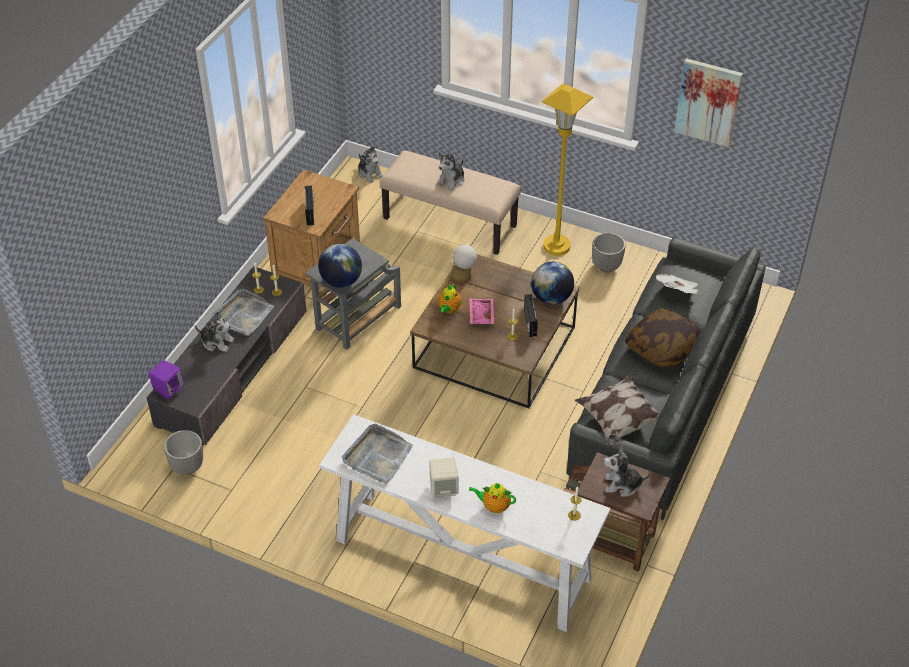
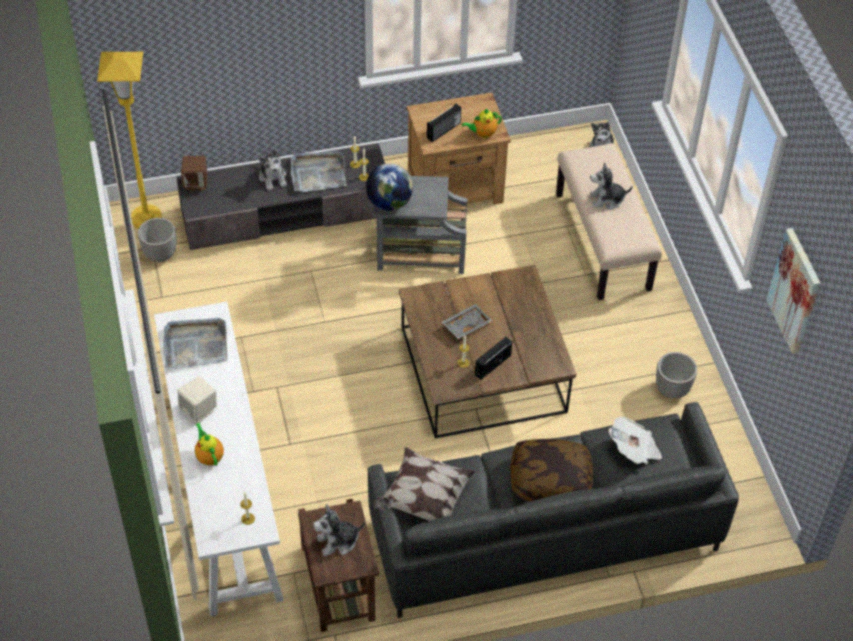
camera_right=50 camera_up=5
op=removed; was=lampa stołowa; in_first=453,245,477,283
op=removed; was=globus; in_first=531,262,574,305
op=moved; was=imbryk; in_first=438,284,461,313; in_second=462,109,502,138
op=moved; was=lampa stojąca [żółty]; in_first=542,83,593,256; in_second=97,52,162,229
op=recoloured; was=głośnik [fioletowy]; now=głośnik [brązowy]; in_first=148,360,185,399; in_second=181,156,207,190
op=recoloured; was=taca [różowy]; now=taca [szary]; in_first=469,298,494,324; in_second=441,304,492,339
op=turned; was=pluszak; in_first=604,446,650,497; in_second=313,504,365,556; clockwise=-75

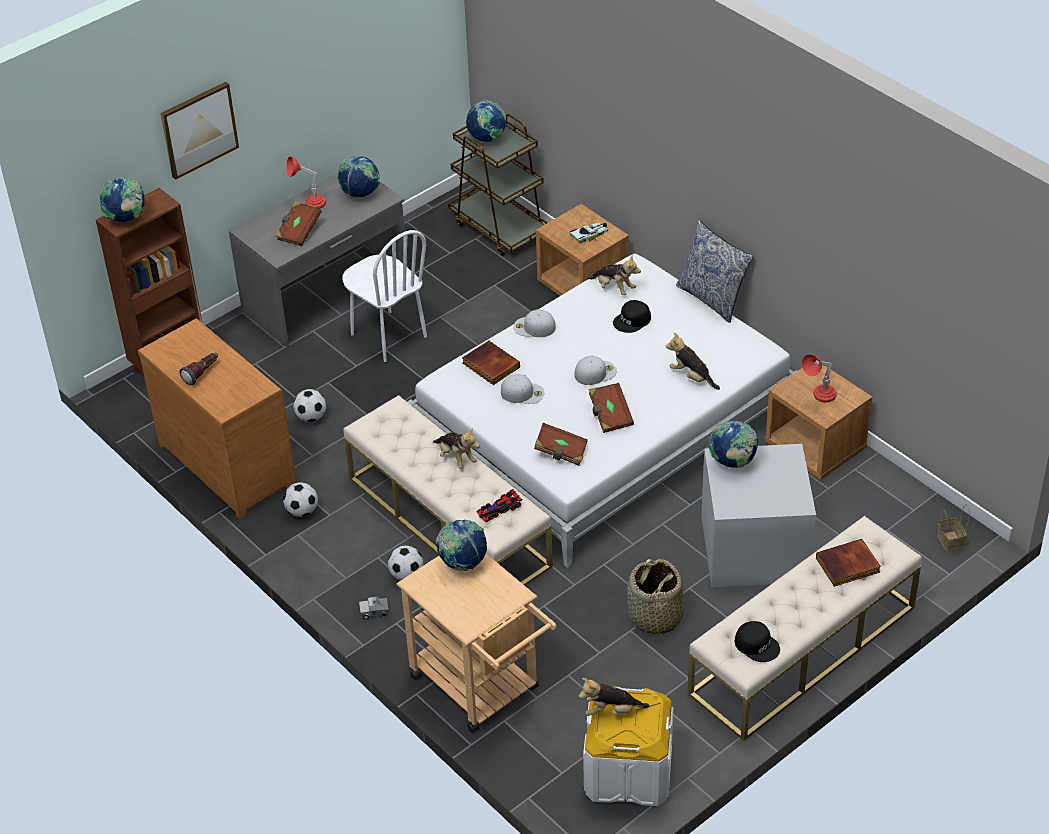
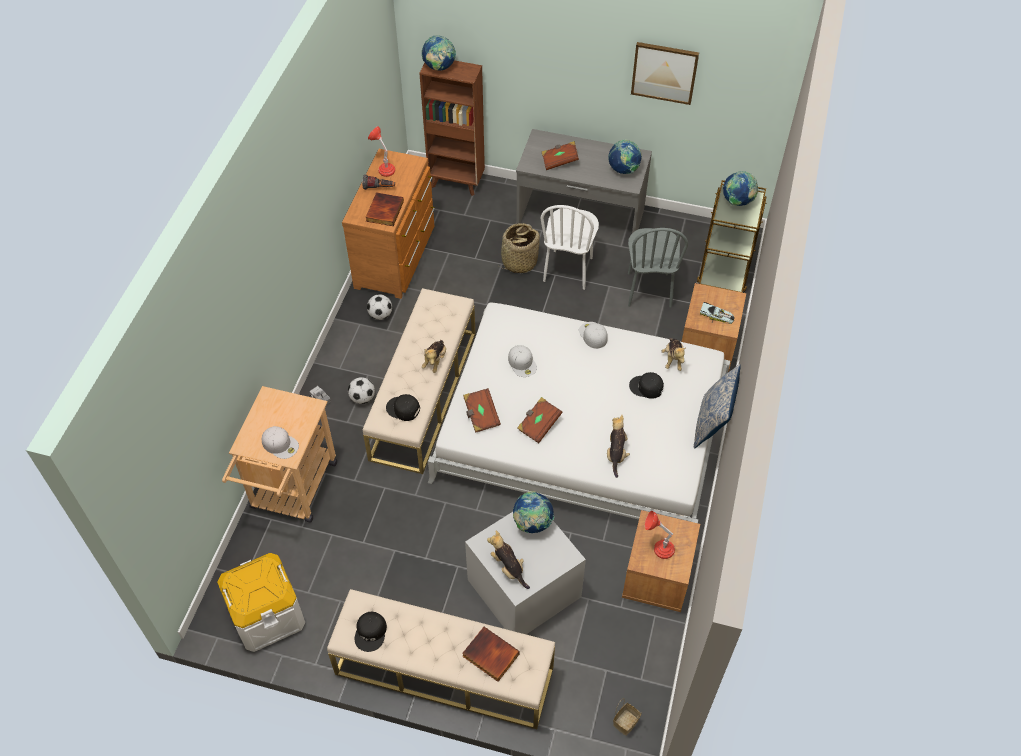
camera_right=55 camera_up=10
op=removed; was=piłka futbolowa; in_first=293,389,326,422
op=removed; was=globus; in_first=436,520,487,571
op=added; now=krzesło [szary]; in_second=628,228,688,308
op=moved; was=obraz; in_first=160,82,239,180; in_second=631,42,699,105
op=moved; was=lampa stołowa [czerwony]; in_first=286,156,326,209; in_second=368,126,395,177
op=moved; was=książka; in_first=462,341,520,385; in_second=365,192,404,226
op=moved; was=czapka z daszkiem [biały]; in_first=574,356,617,385; in_second=262,426,299,459
op=moved; was=pluszak; in_first=579,678,649,716; in_second=487,531,530,589
op=moved; was=koszyk; in_first=627,559,684,636; in_second=499,223,540,273
op=replaced; was=samochodzik; now=czapka z daszkiem [czarny]; in_first=477,489,522,522; in_second=386,394,420,421

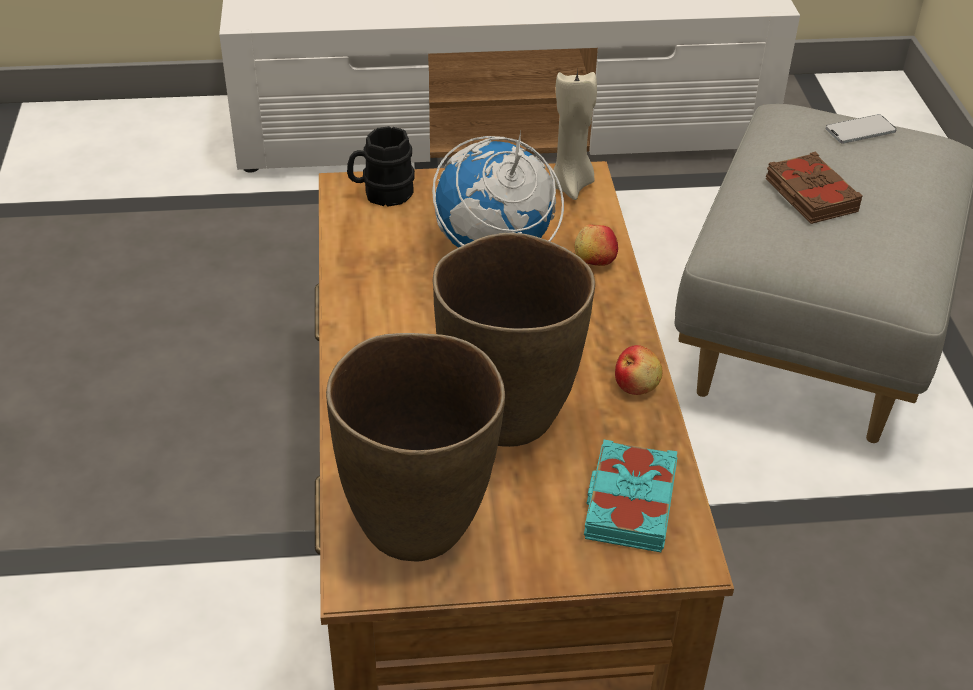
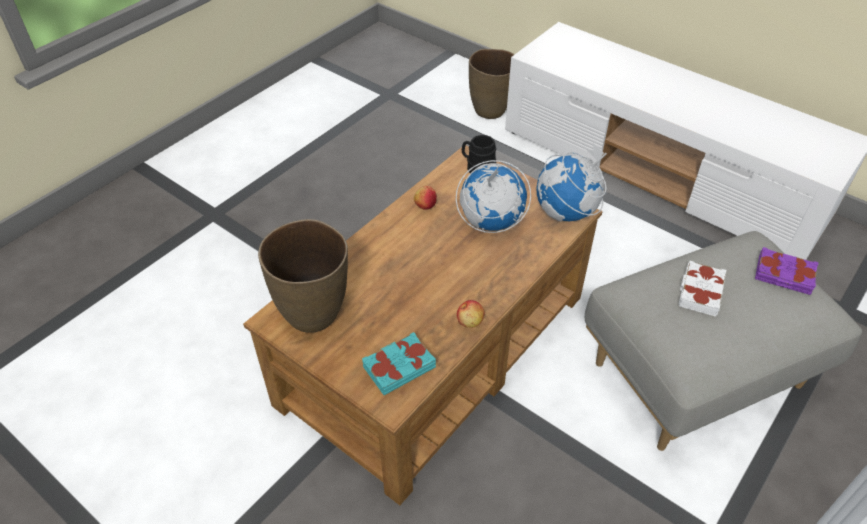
camera_right=45 camera_up=5
op=moved; was=wazon [brązowy]; in_first=433,233,595,447; in_second=469,49,514,119
op=moved; was=jabłko; in_first=575,225,618,266; in_second=414,186,437,210
op=replaced; was=świeca [beżowy]; now=globus; in_first=550,69,597,200; in_second=536,143,607,221
op=replaced; was=telefon; now=książka [fioletowy]; in_first=826,114,897,144; in_second=755,247,819,295
op=recoloured; was=książka [brązowy]; now=książka [biały]; in_first=766,152,863,224; in_second=679,261,726,317

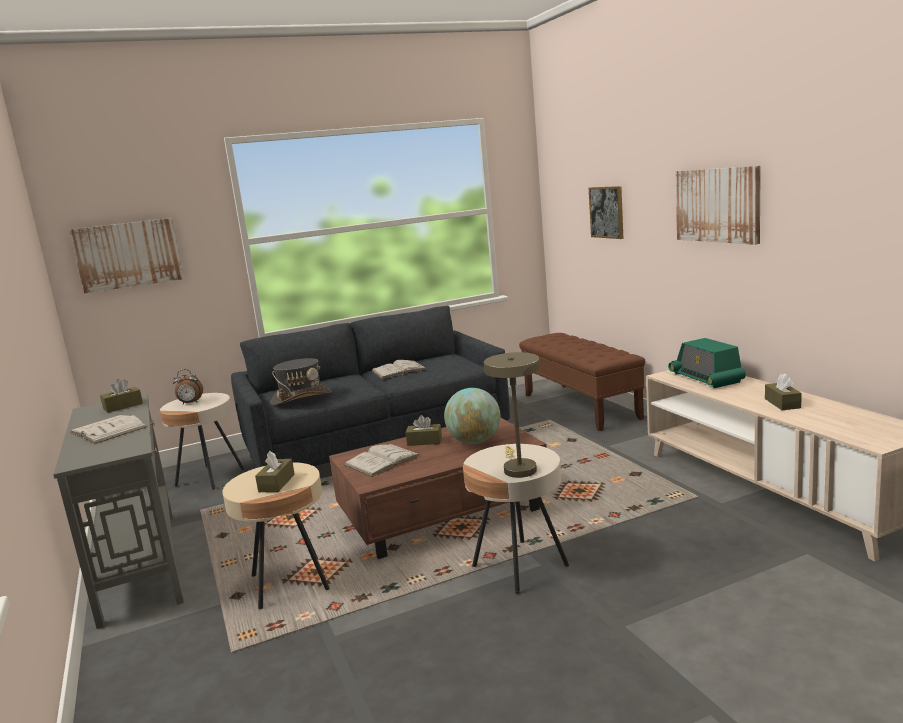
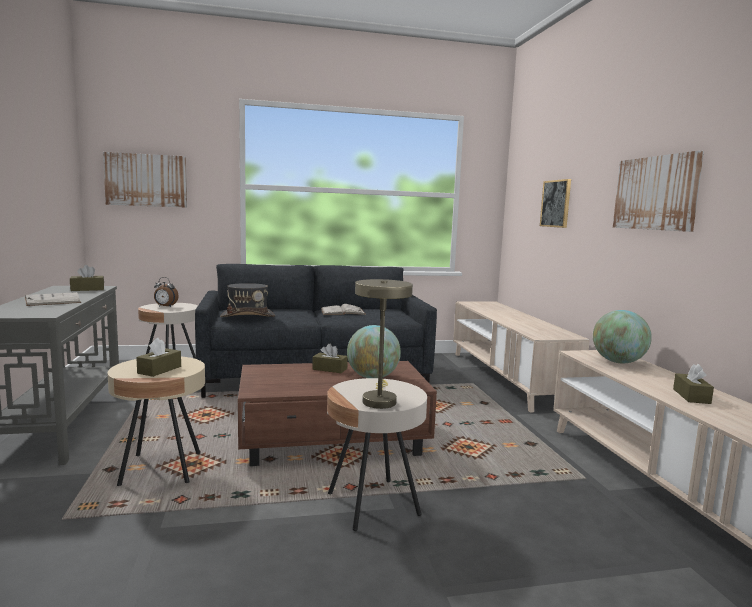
camera_right=10 camera_up=-5
op=removed; was=książka [biały]; in_first=344,444,421,477
op=replaced; was=ławka [brązowy]; now=szafka pod telewizor [beżowy]; in_first=519,333,645,431; in_second=453,301,590,413
op=replaced; was=radio; now=globus; in_first=668,338,746,388; in_second=593,310,652,364

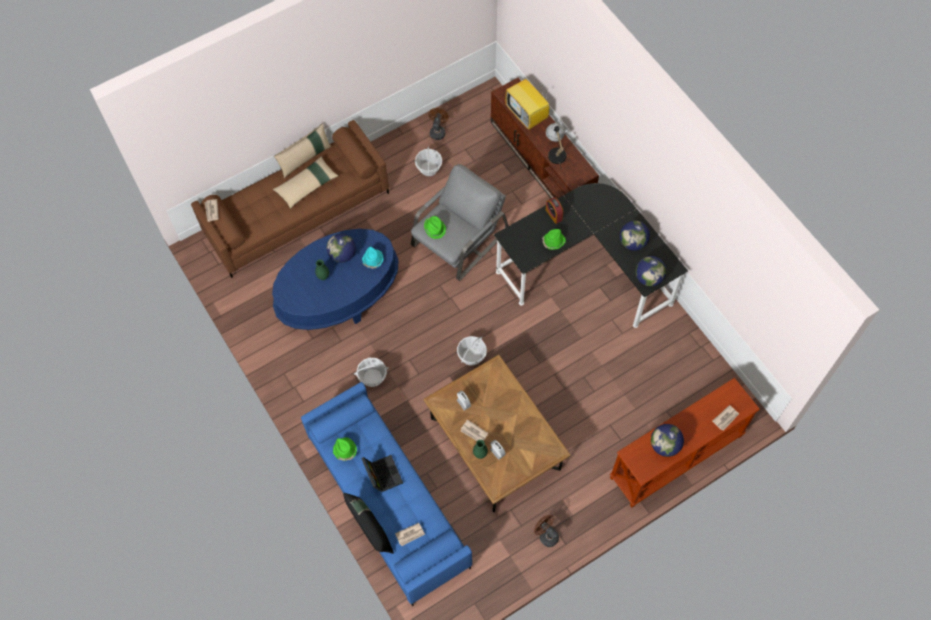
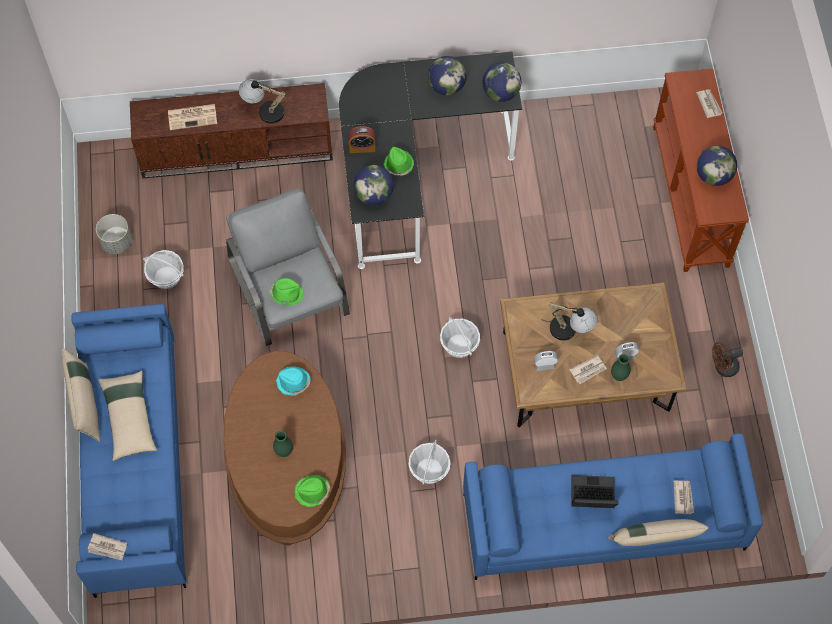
camera_right=-65 camera_up=0
op=added; now=lampa stołowa; in_second=541,302,598,340
op=moved; was=globus; in_first=327,233,356,263; in_second=354,165,394,205
op=moved; was=kapelusz [zielony]; in_first=333,438,357,461; in_second=295,475,330,507
op=replaced; was=wentylator [brązowy]; now=donica [szary]; in_first=429,108,449,140; in_second=96,214,132,254
op=replaced; was=telewizor; now=gazeta; in_first=505,79,549,130; in_second=168,104,217,130
op=recoloured; was=kanapa [brązowy]; now=kanapa [niebieski]; in_first=191,120,389,278; in_second=71,304,186,598
op=recoloured; was=ława [niebieski]; now=ława [brązowy]; in_first=272,229,399,330; in_second=224,351,346,546
op=recoloured; was=poduszka [czarny]; now=poduszka [beżowy]; in_first=343,493,394,554; in_second=608,519,708,546

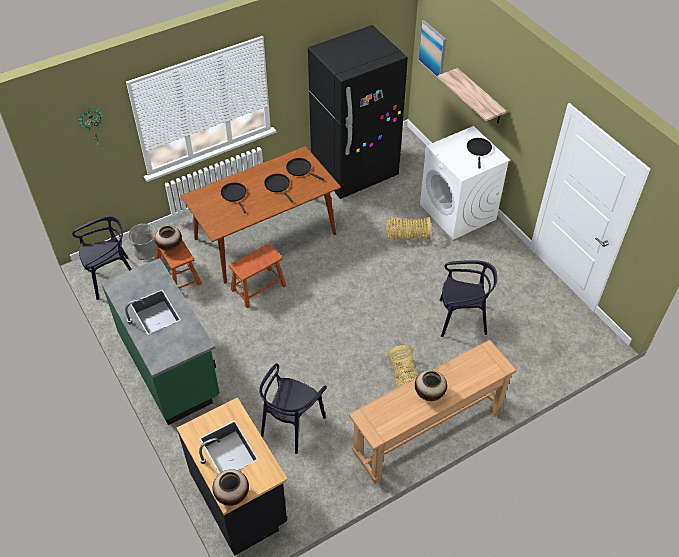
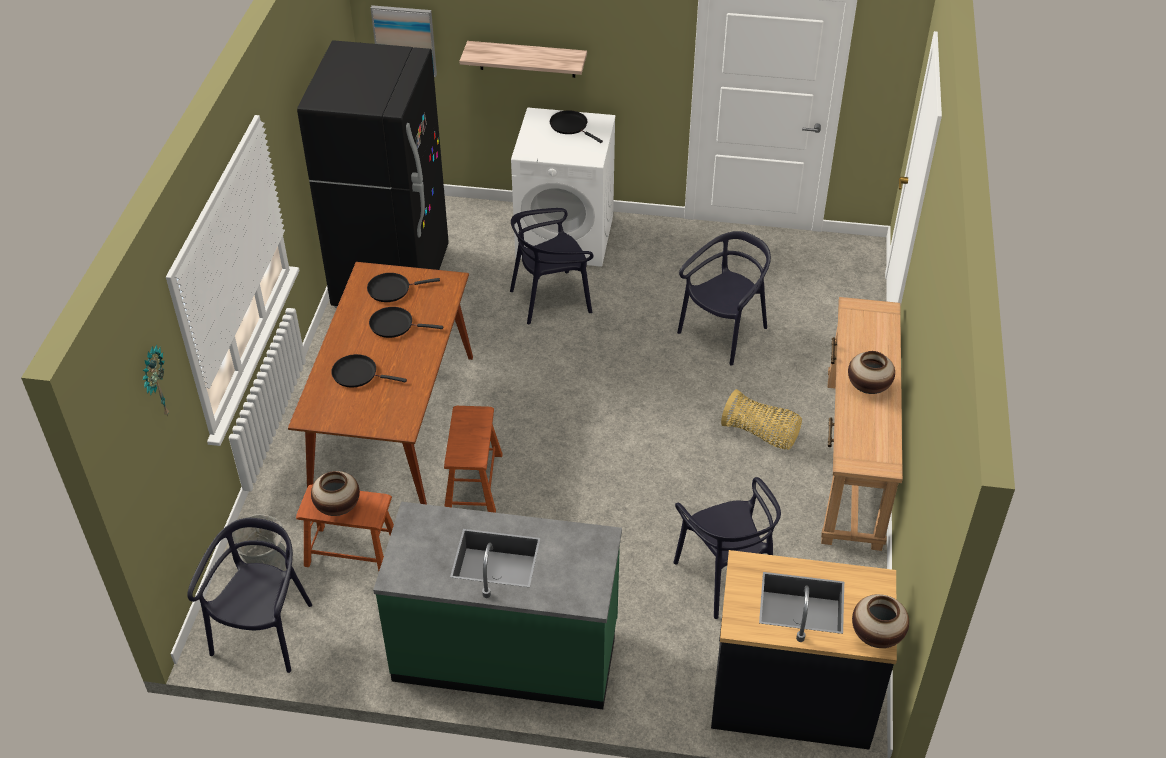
camera_right=-50 camera_up=-5
op=replaced; was=koszyk; now=krzesło [czarny]; in_first=386,217,431,240; in_second=510,208,594,324

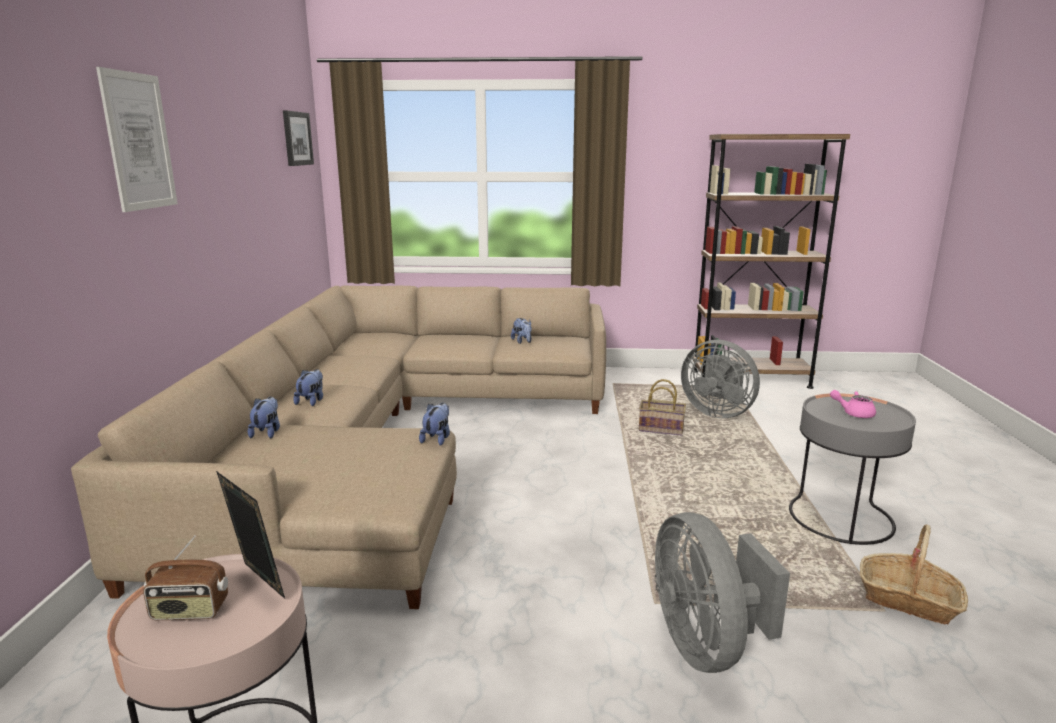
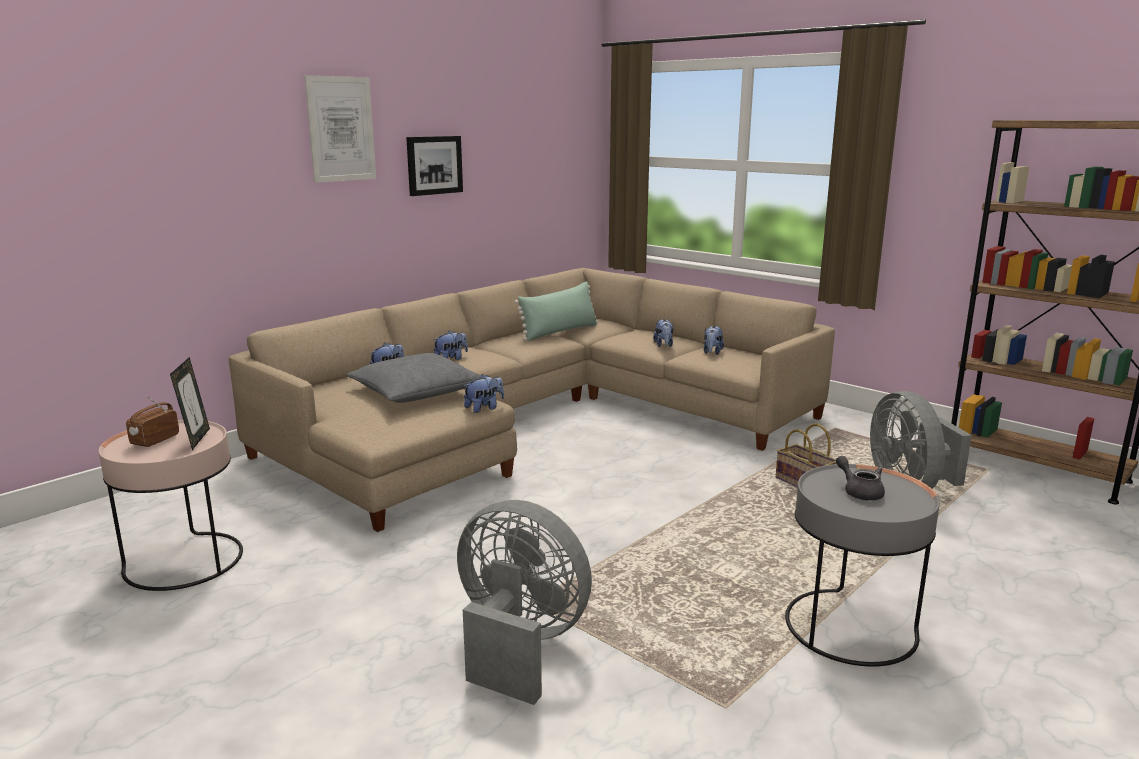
camera_right=40 camera_up=0
op=removed; was=koszyk; in_first=860,524,968,624
op=added; now=poduszka [szary]; in_second=347,353,481,403
op=added; now=poduszka [zielony]; in_second=514,282,598,341
op=added; now=pluszak; in_second=653,319,673,347
op=moved; was=obraz; in_first=283,111,314,166; in_second=406,136,463,196
op=recoloured; was=imbryk [różowy]; now=imbryk [szary]; in_first=830,390,876,418; in_second=836,456,885,501
op=turned; was=radio; in_first=143,535,228,620; in_second=126,395,179,447; clockwise=75
op=turned; was=wentylator [szary]; in_first=655,512,790,673; in_second=457,500,592,705; clockwise=90

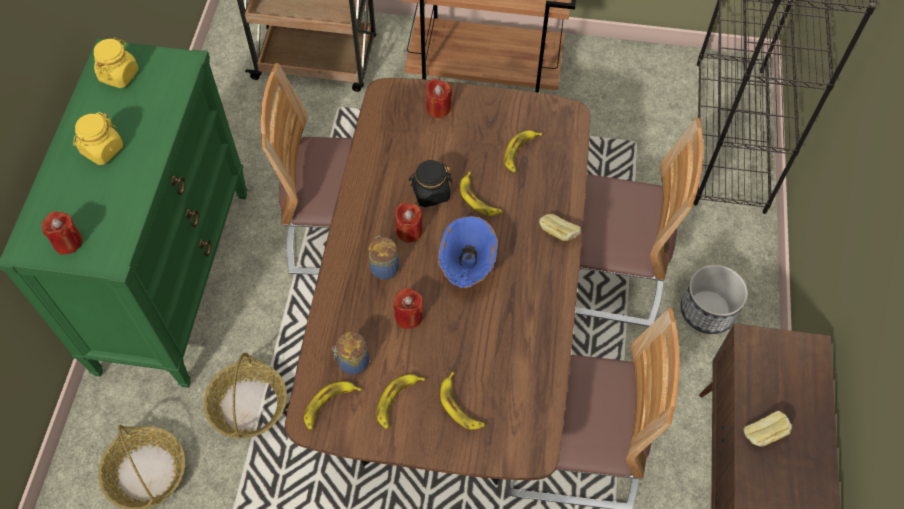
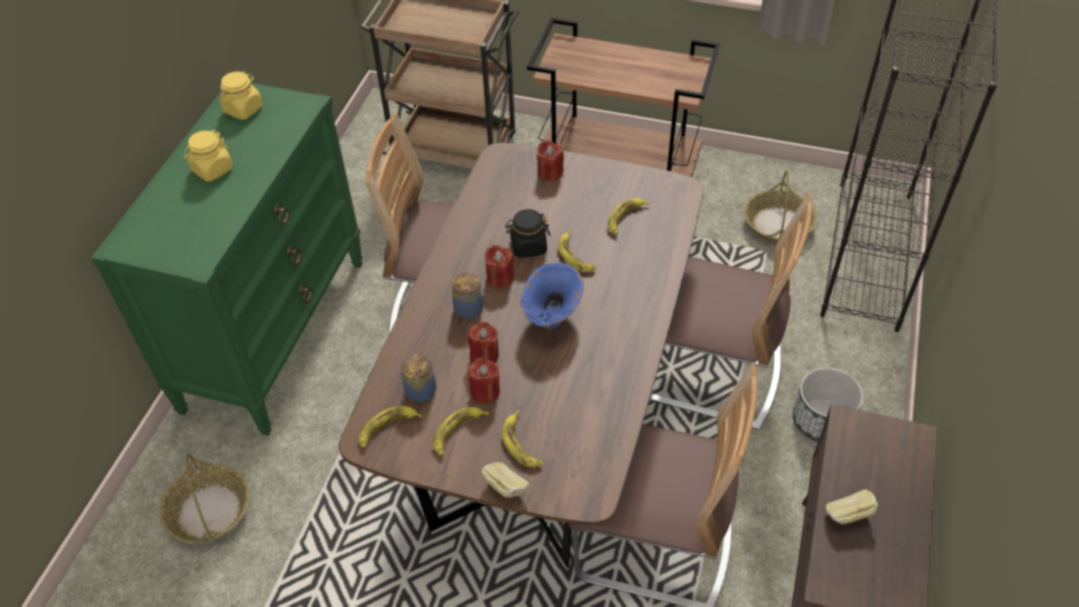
camera_right=10 camera_up=-10
op=moved; was=świeca [czerwony]; in_first=42,211,83,255; in_second=468,358,500,404
op=moved; was=koszyk; in_first=203,353,287,439; in_second=744,170,817,243
op=moved; was=chleb; in_first=539,214,581,241; in_second=481,462,529,498

